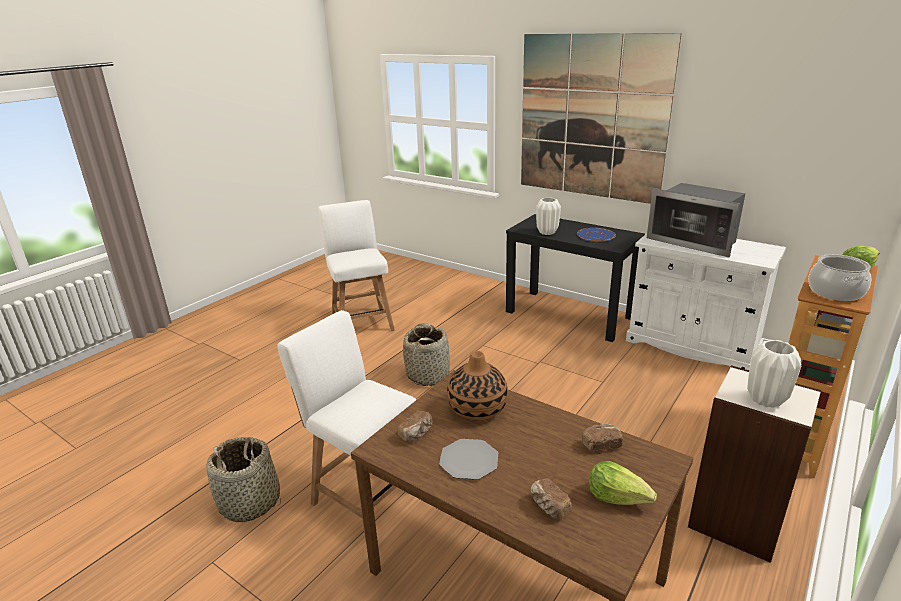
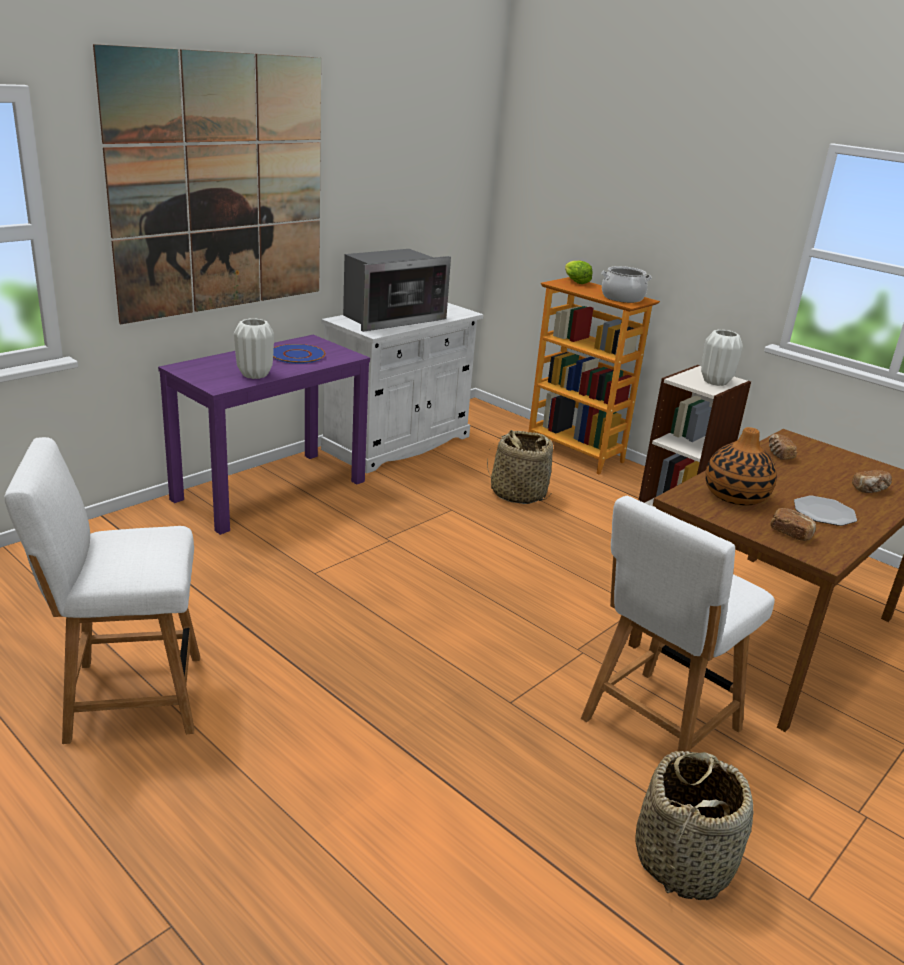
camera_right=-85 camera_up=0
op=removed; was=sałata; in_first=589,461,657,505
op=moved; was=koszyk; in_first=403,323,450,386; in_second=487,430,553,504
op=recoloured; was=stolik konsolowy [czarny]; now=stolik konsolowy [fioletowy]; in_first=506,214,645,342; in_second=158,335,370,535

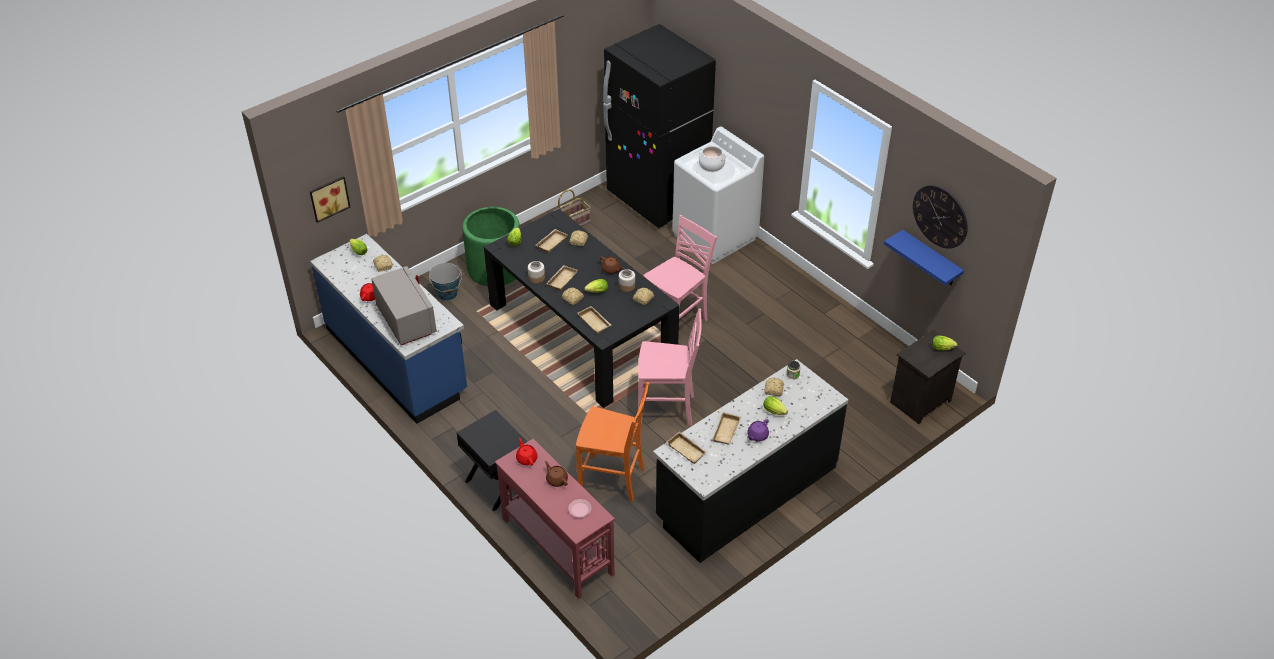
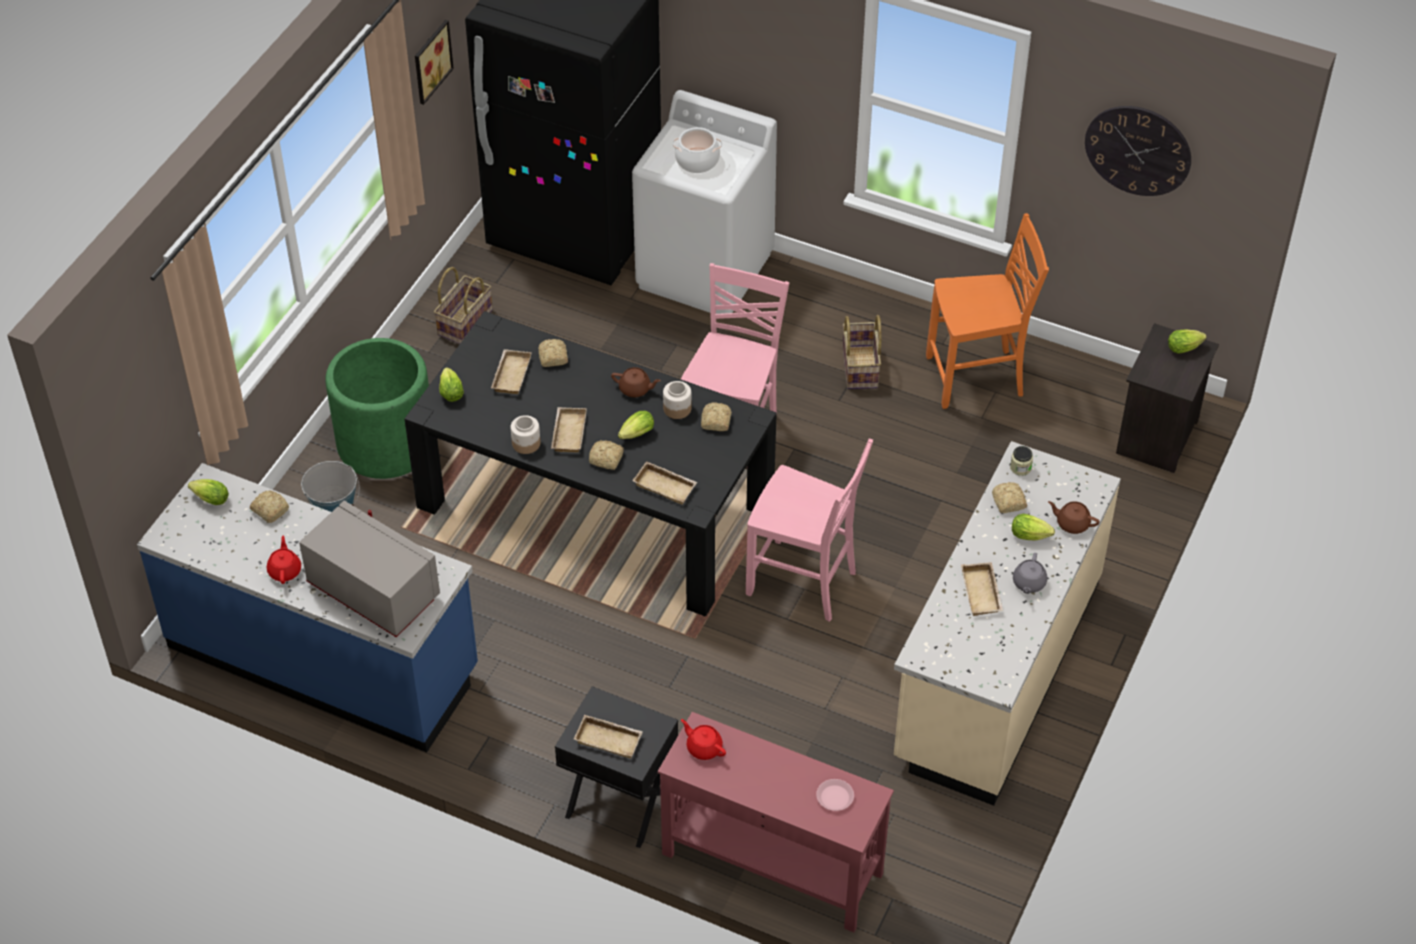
camera_right=-25 camera_up=5
op=removed; was=półka [niebieski]; in_first=884,230,964,285
op=added; now=koszyk; in_second=842,315,881,389
op=moved; was=obraz; in_first=310,176,350,223; in_second=415,20,454,105
op=moved; was=imbryk [brązowy]; in_first=545,461,568,487; in_second=1048,501,1099,534
op=moved; was=krzesło [pomarańczowy]; in_first=576,382,650,502; in_second=926,213,1049,409
op=moved; was=taca [beżowy]; in_first=666,432,707,464; in_second=574,715,643,758
op=recoloured; was=zabudowa kuchenna [czarny]; now=zabudowa kuchenna [beżowy]; in_first=653,359,848,563; in_second=894,441,1121,806
op=recoloured; was=imbryk [fioletowy]; now=imbryk [szary]; in_first=747,419,769,441; in_second=1013,553,1047,594
op=turned; was=krzesło [różowy]; in_first=638,309,702,426; in_second=746,439,873,622; clockwise=45

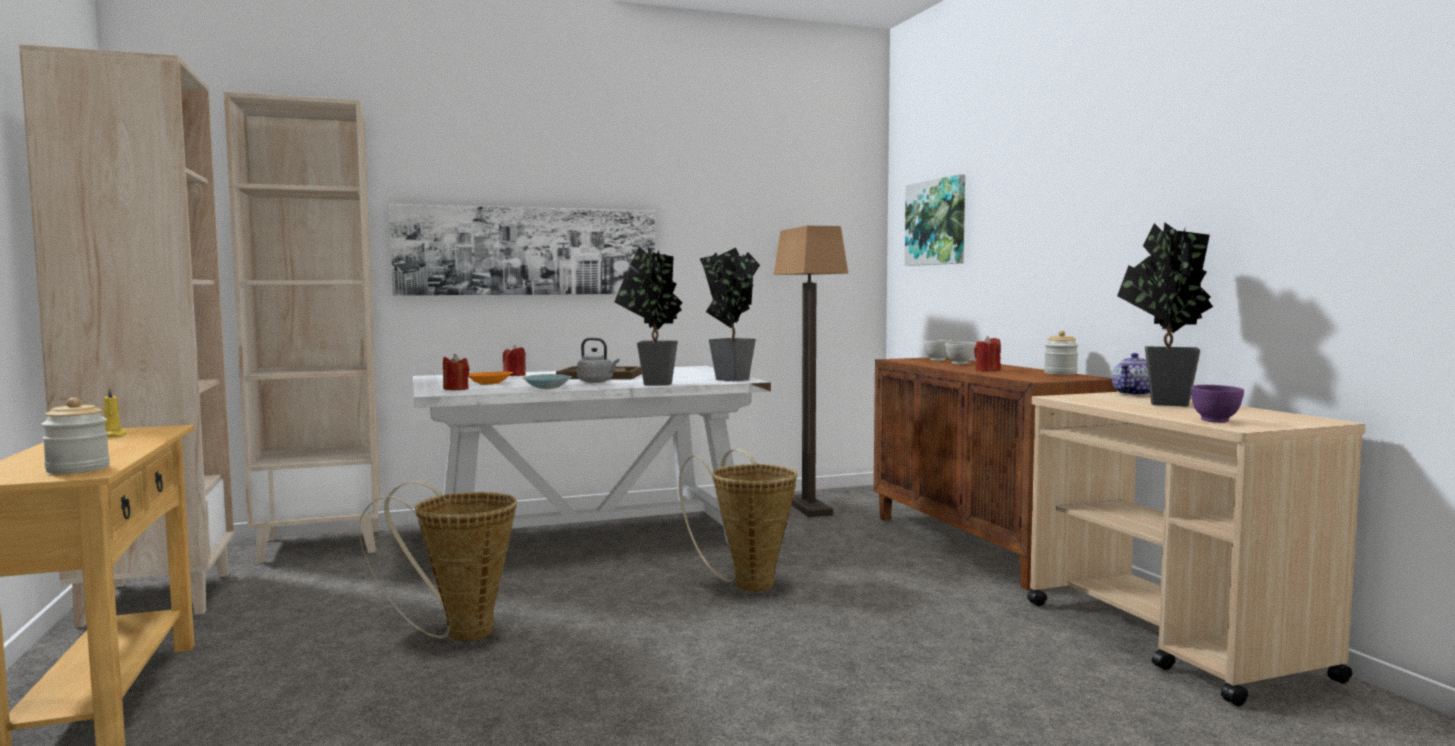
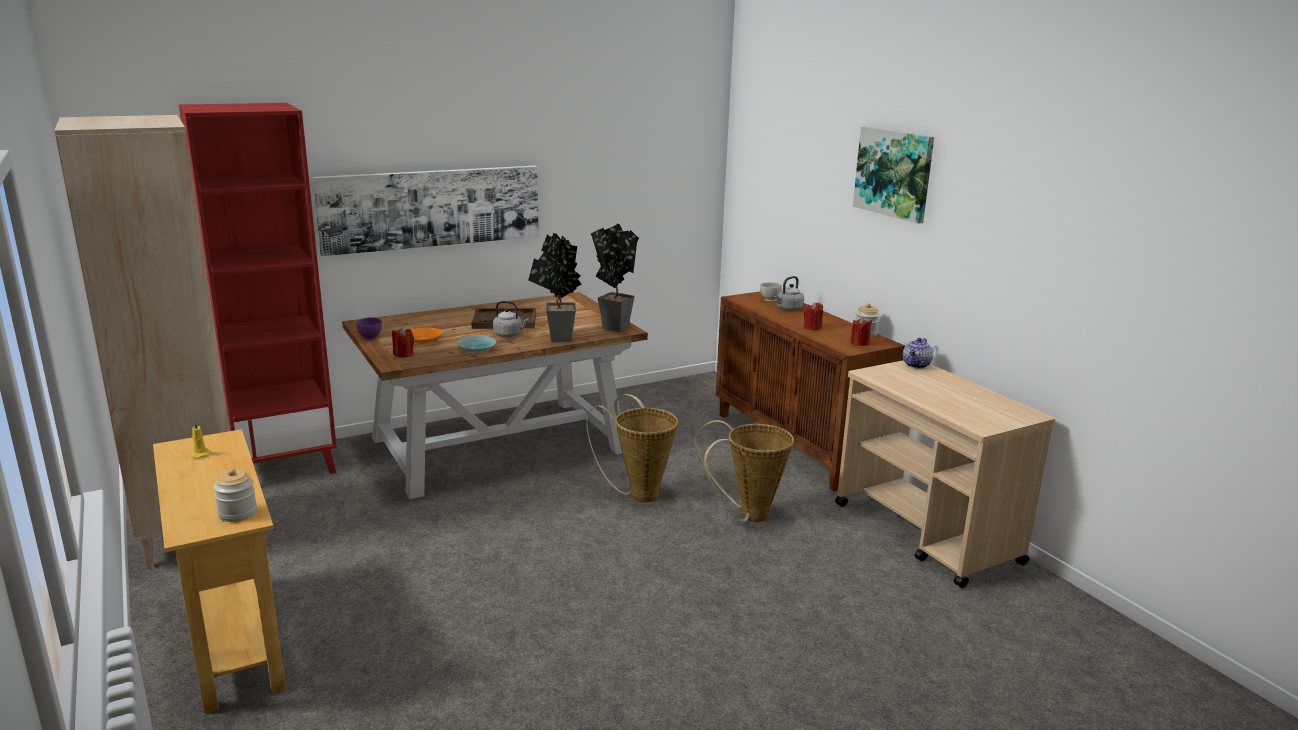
camera_right=-10 camera_up=15
op=removed; was=lampa stojąca; in_first=774,226,848,517
op=removed; was=roślina doniczkowa; in_first=1117,222,1213,407
op=moved; was=koszyk; in_first=359,481,517,641; in_second=694,420,794,522
op=moved; was=świeca [czerwony]; in_first=503,345,526,376; in_second=850,317,872,346
op=moved; was=obraz; in_first=905,174,965,266; in_second=853,126,934,224
op=moved; was=miska [fioletowy]; in_first=1191,385,1244,423; in_second=356,317,382,340
op=replaced; was=miska [biały]; now=czajnik [szary]; in_first=945,342,975,364; in_second=774,276,804,311
op=recoloured; was=regał [beżowy]; now=regał [czerwony]; in_first=224,92,380,564; in_second=179,103,337,474
op=recoloured; was=stół jadalny [biały]; now=stół jadalny [brązowy]; in_first=413,366,771,545; in_second=342,292,648,499

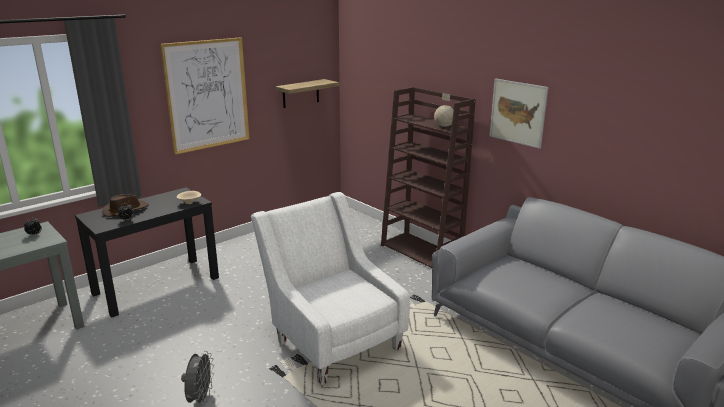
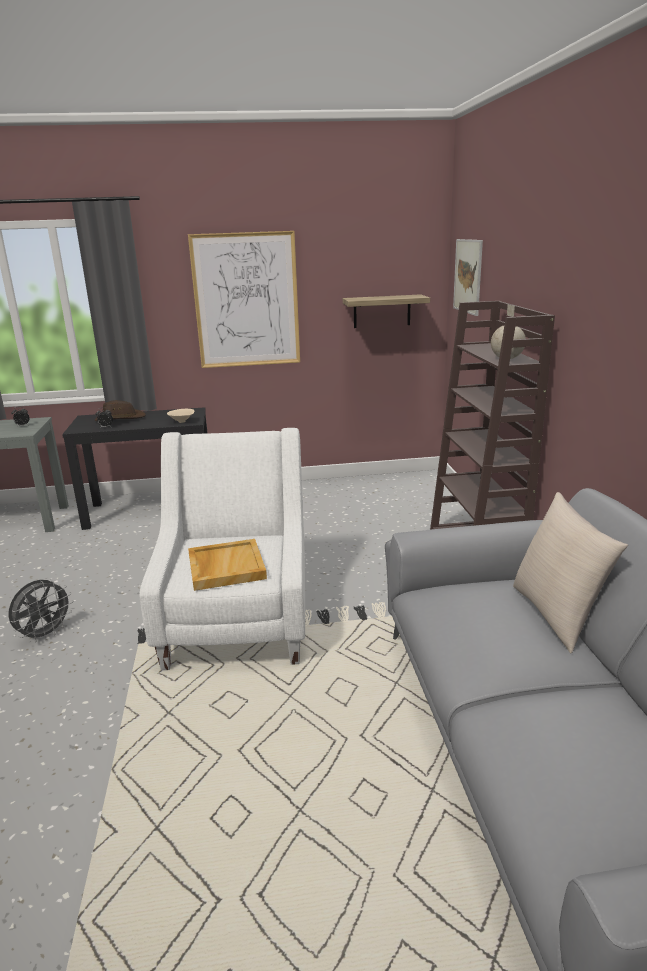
camera_right=35 camera_up=0
op=added; now=taca [beżowy]; in_second=188,539,267,591
op=added; now=poduszka [beżowy]; in_second=513,492,628,653
op=moved; was=obraz; in_first=489,79,548,149; in_second=453,239,483,316

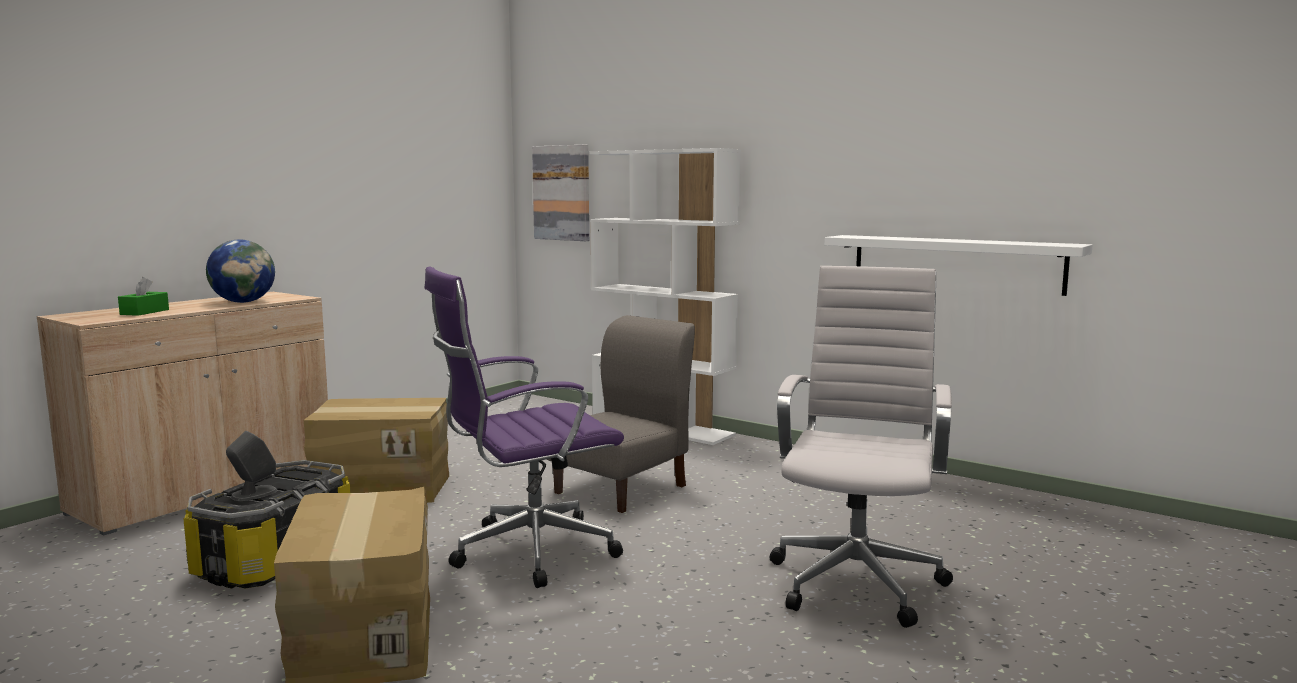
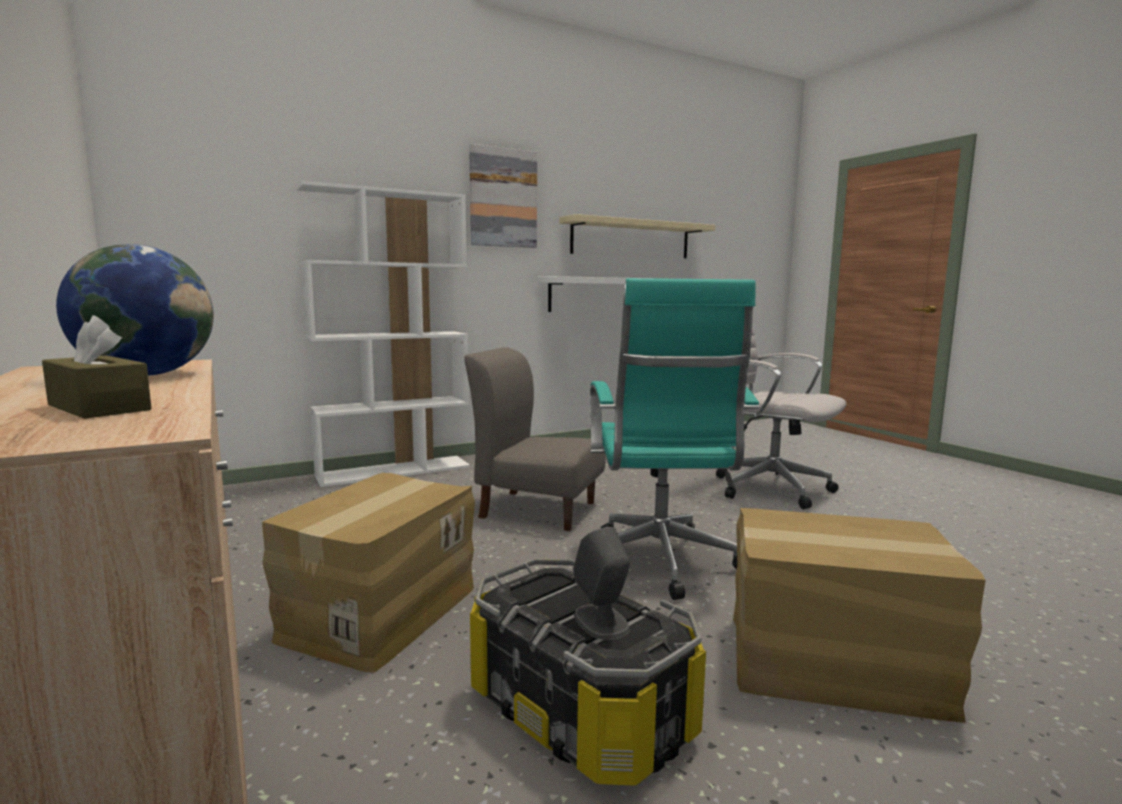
camera_right=-65 camera_up=0
op=added; now=półka [beżowy]; in_second=559,214,715,258
op=moved; was=obraz; in_first=532,145,589,241; in_second=469,144,537,248
op=recoloured; was=pudełko chusteczek [zielony]; now=pudełko chusteczek [brązowy]; in_first=118,277,169,316; in_second=42,315,152,419
op=recoloured; was=krzesło biurowe [fioletowy]; now=krzesło biurowe [turkusowy]; in_first=425,267,624,588; in_second=590,278,760,600
op=turned; was=krzesło [szary]; in_first=547,315,695,513; in_second=464,347,606,531; clockwise=-45

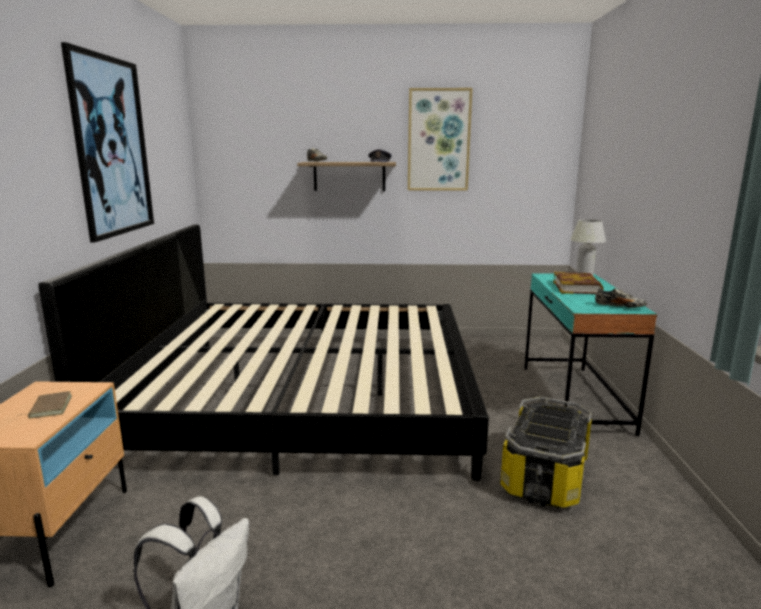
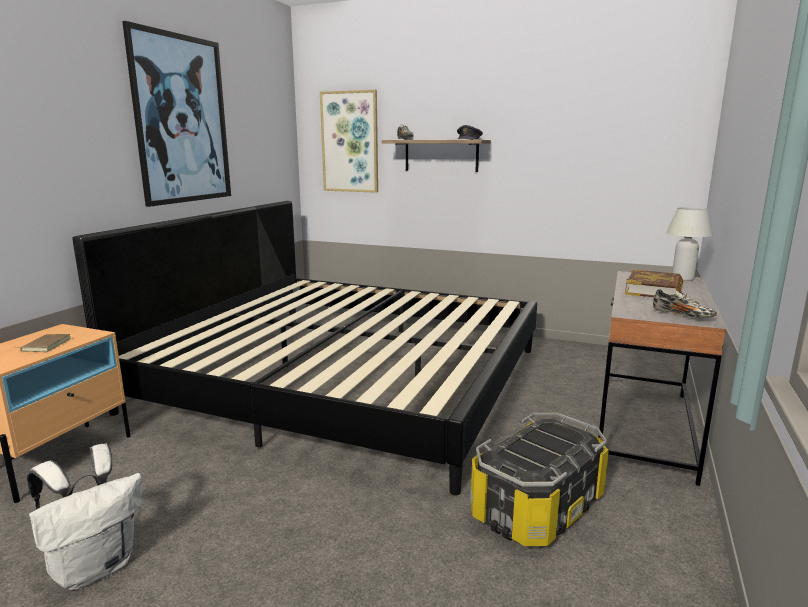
camera_right=20 camera_up=0
op=moved; was=obraz; in_first=408,88,473,190; in_second=320,90,378,193
op=recoloured; was=biurko [turkusowy]; now=biurko [szary]; in_first=524,273,657,436; in_second=599,271,726,486

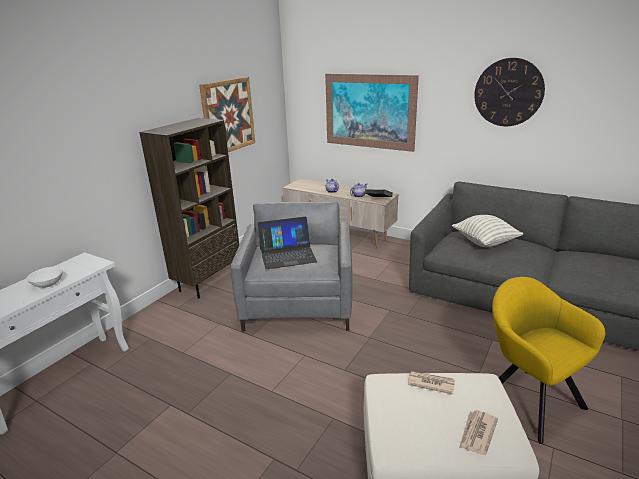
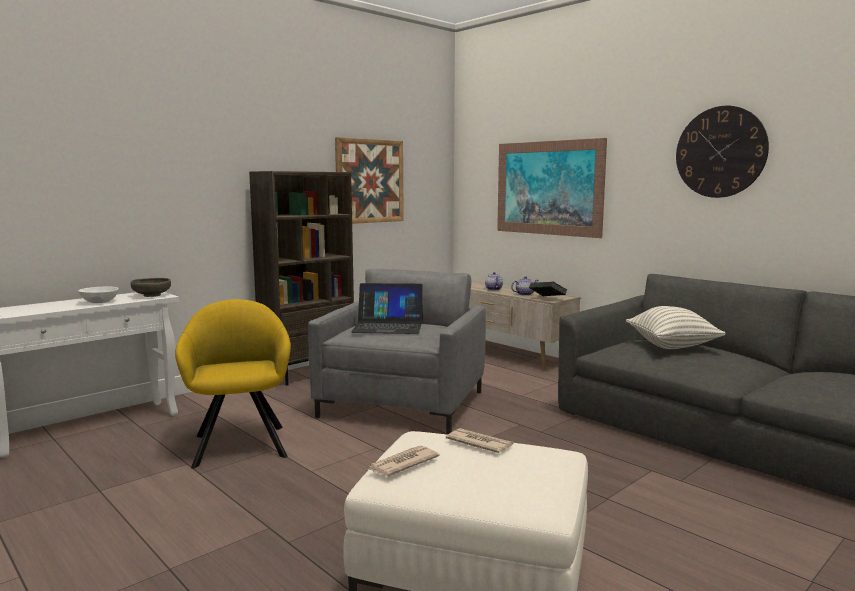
camera_right=15 camera_up=-15
op=added; now=miska [szary]; in_second=131,278,171,297
op=moved; was=gazeta; in_first=459,410,498,455; in_second=367,446,440,476
op=moved; was=fotel [żółty]; in_first=492,277,605,444; in_second=175,299,291,468

